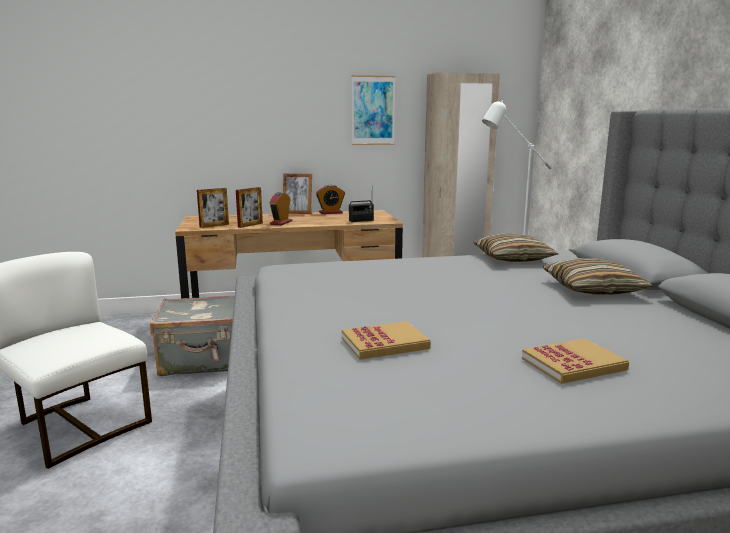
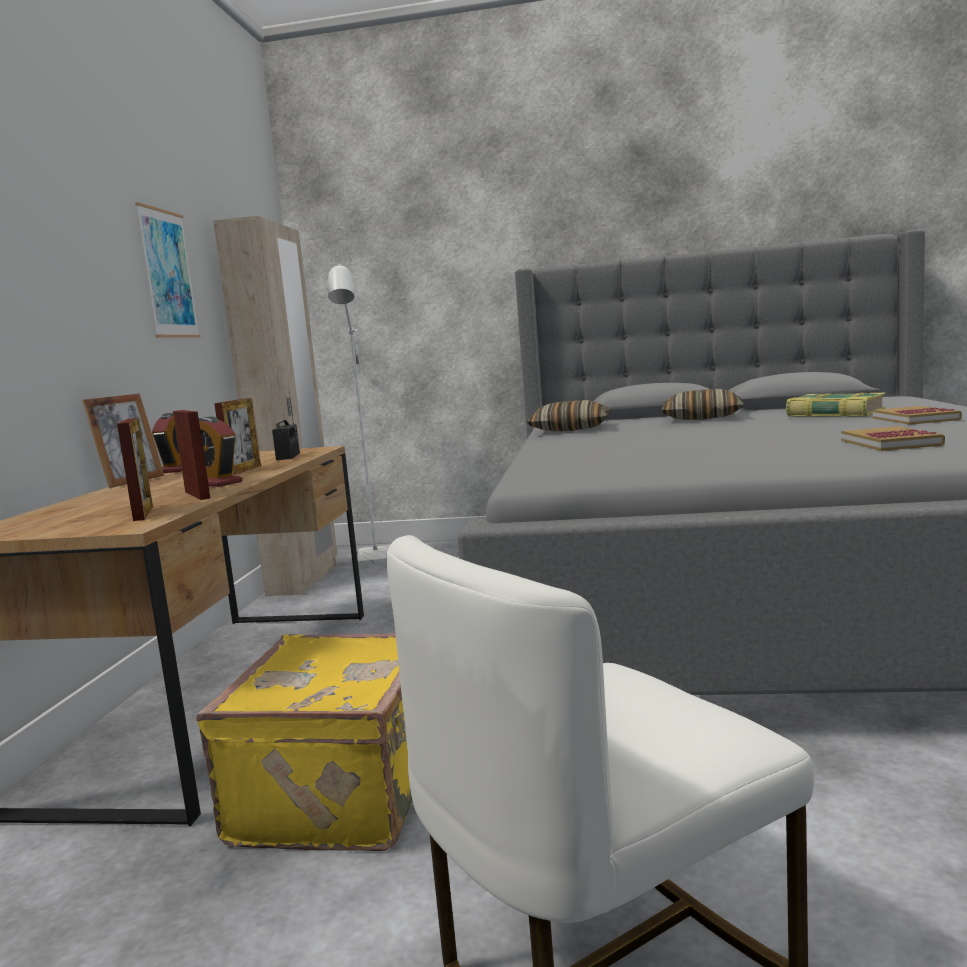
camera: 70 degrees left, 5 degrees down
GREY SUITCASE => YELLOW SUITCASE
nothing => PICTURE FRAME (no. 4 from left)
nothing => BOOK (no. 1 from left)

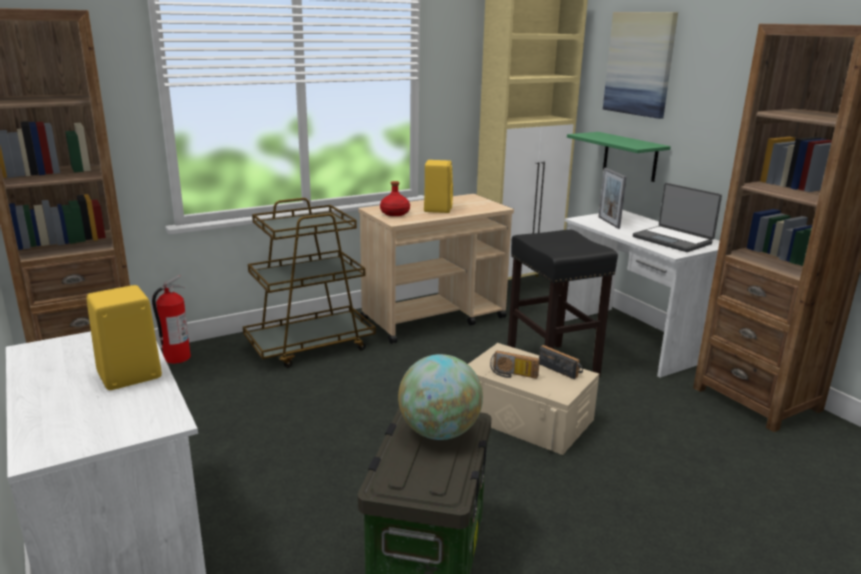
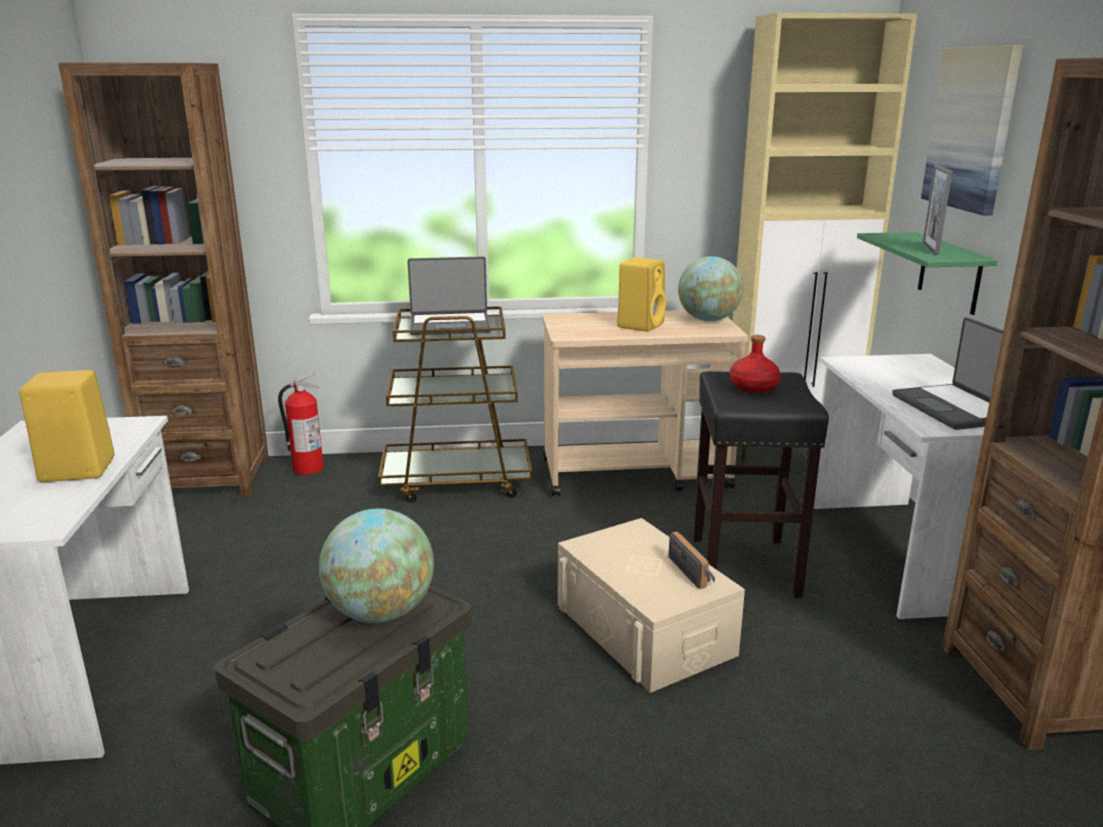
camera: 25 degrees right, 0 degrees up
RED BOTTLE, relocated
RADIO (no. 1 from left) => nothing
PICTURE FRAME, relocated
nothing => LAPTOP (no. 1 from left)
nothing => GLOBE (no. 2 from left)

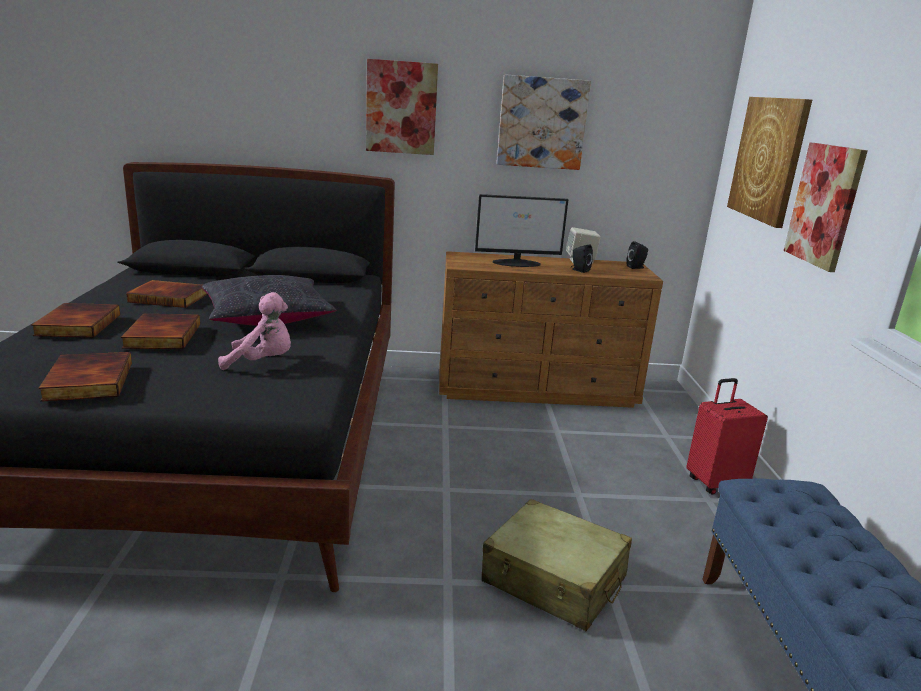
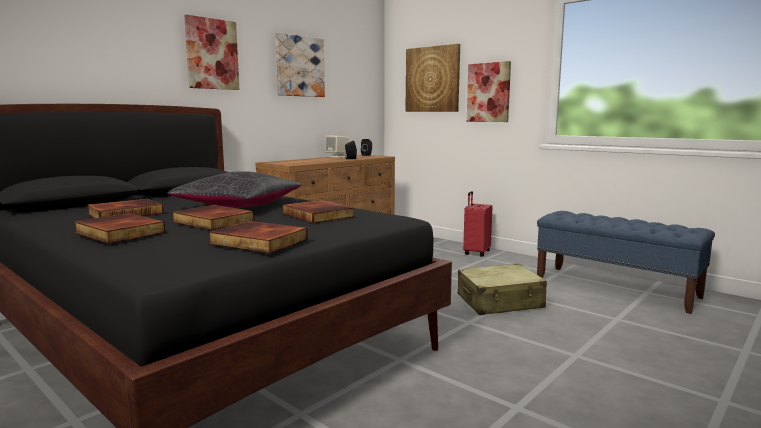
camera: 45 degrees left, 10 degrees down
PINK PLUSH TOY => BOOK (no. 5 from left)
MONITOR => nothing

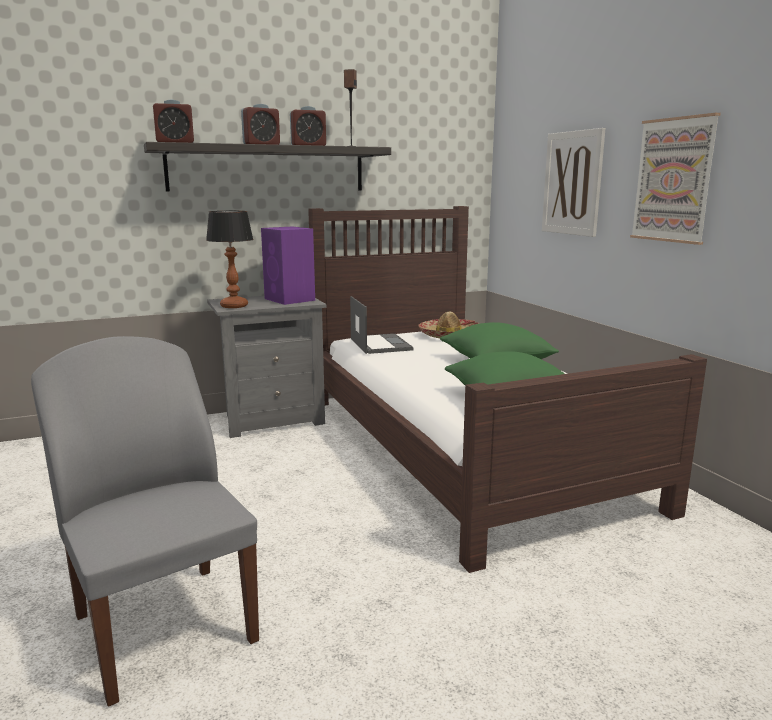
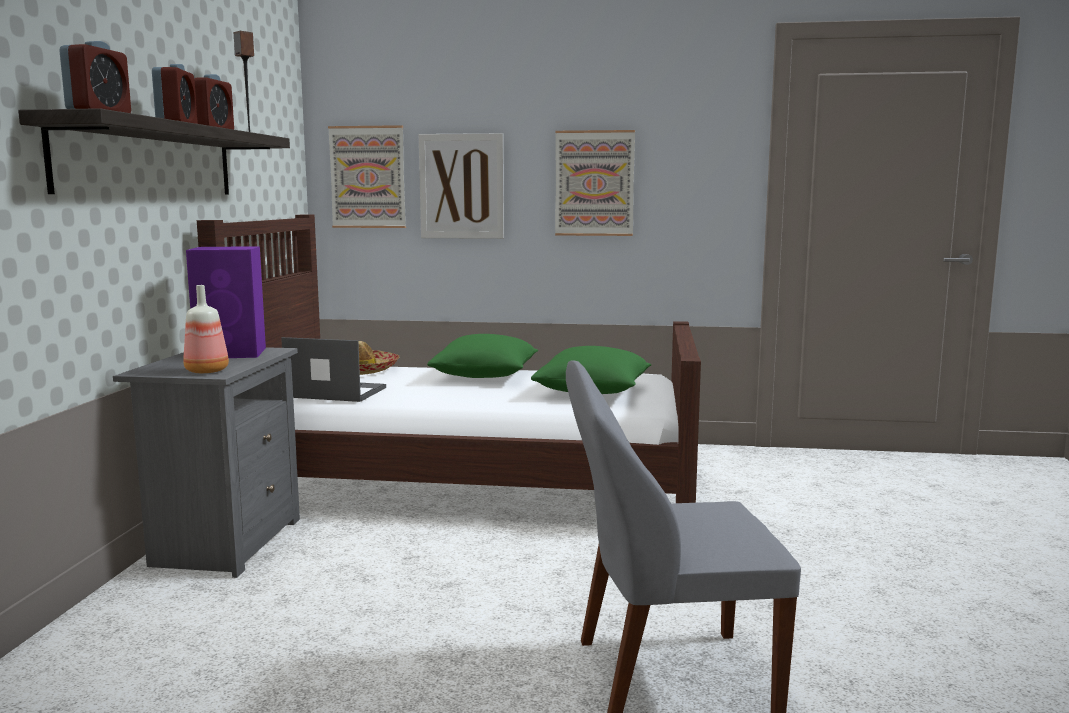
camera: 60 degrees left, 5 degrees down
TABLE LAMP => BOTTLE
nothing => PICTURE (no. 1 from left)

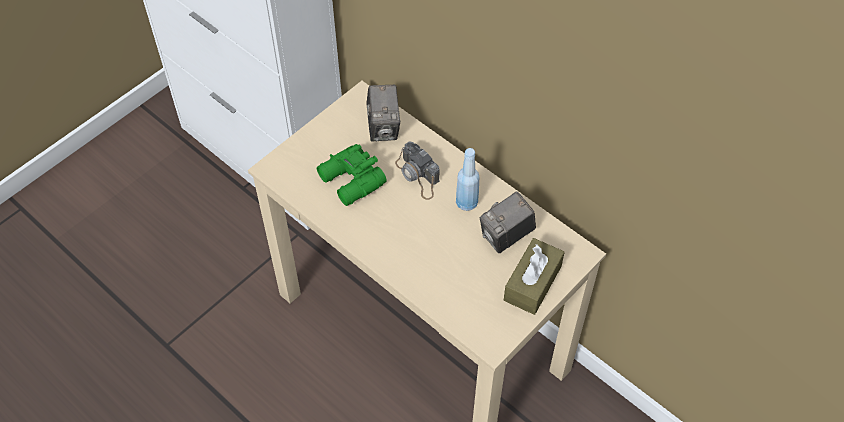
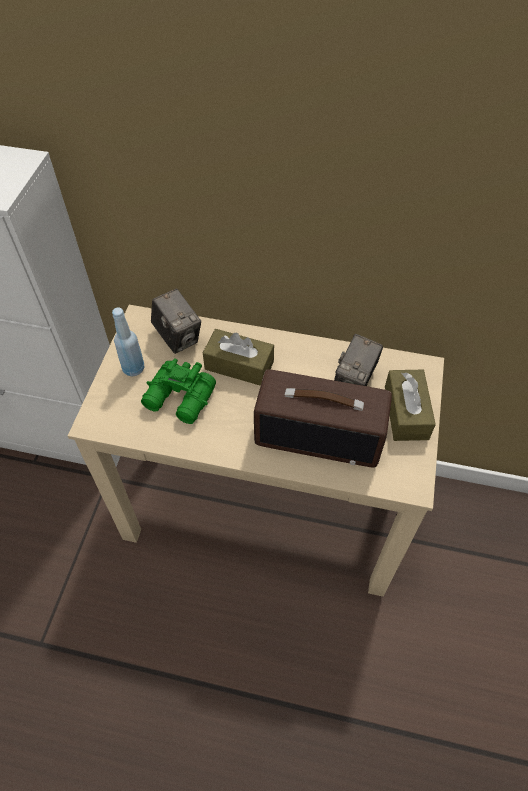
camera: 30 degrees left, 0 degrees up
PHOTO CAMERA (no. 2 from left) => BROWN TISSUE BOX (no. 1 from left)
BLUE BOTTLE, relocated
nothing => RADIO

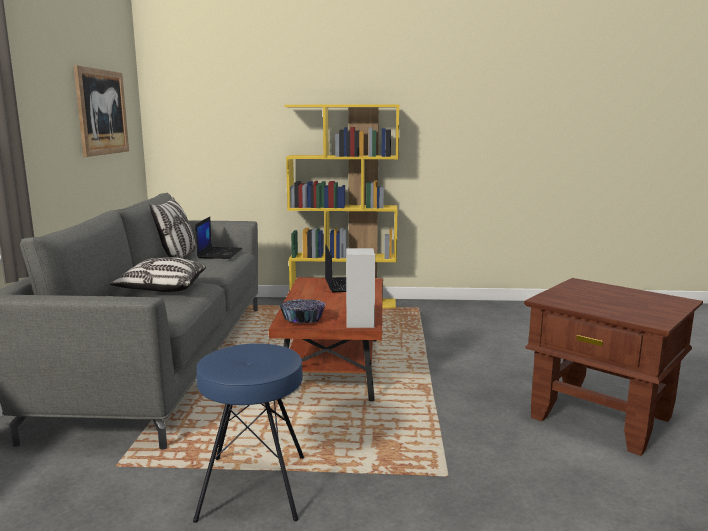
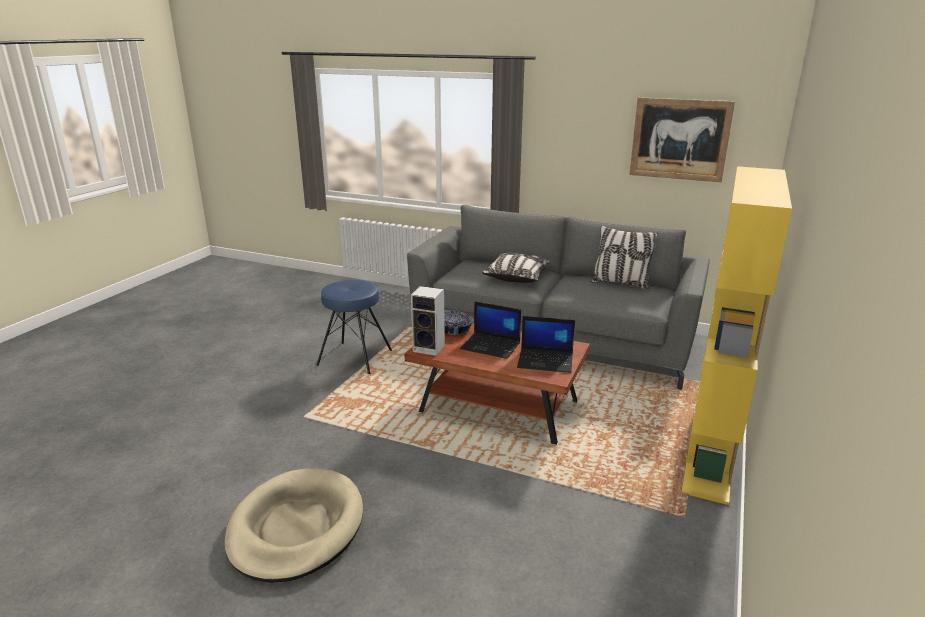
camera: 110 degrees right, 10 degrees up
LAPTOP (no. 1 from left), relocated
BROWN SIDE TABLE => BEIGE DOG BED

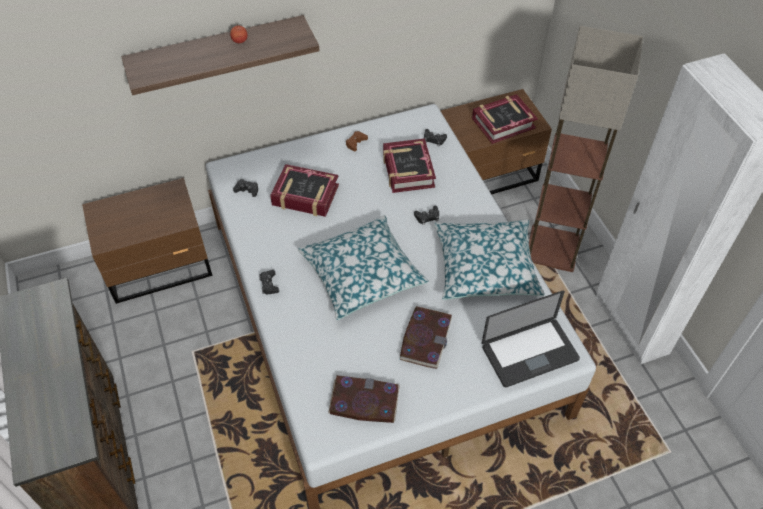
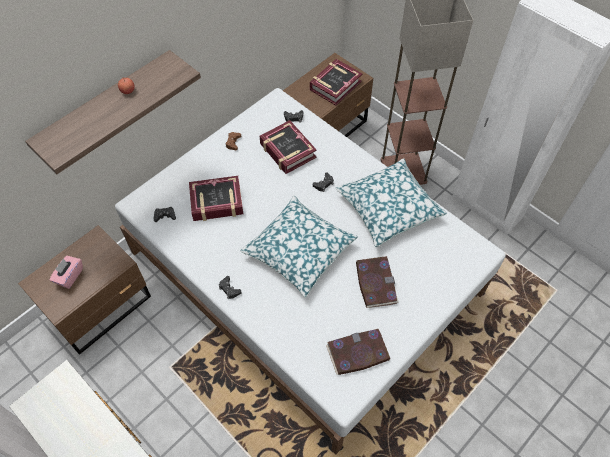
camera: 25 degrees left, 5 degrees up
LAPTOP => nothing
nothing => PINK TISSUE BOX

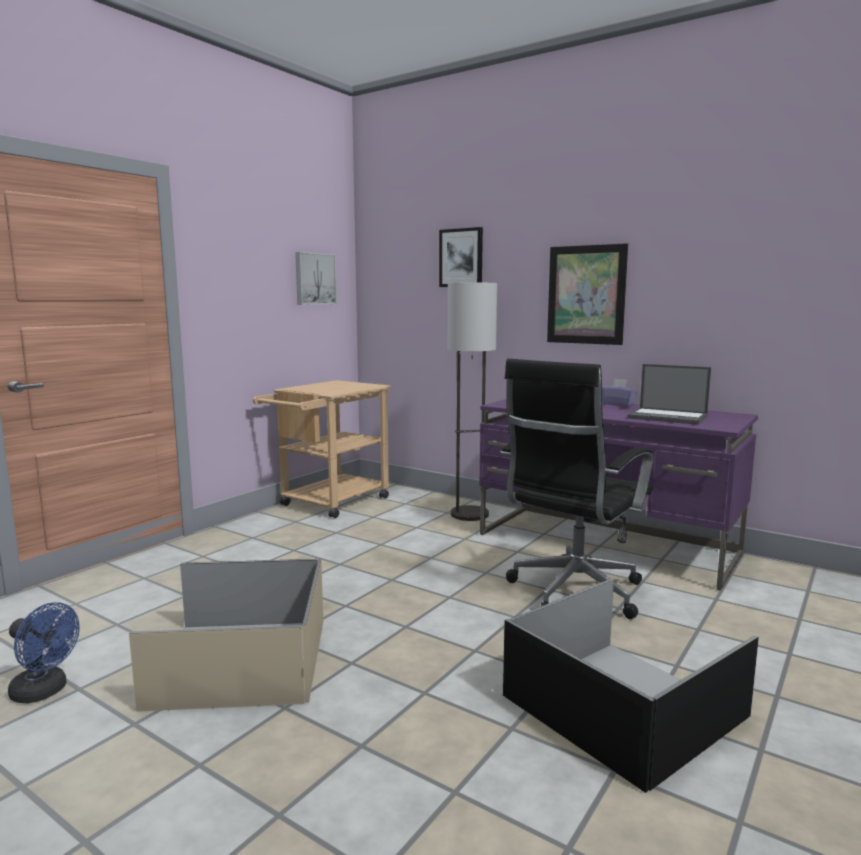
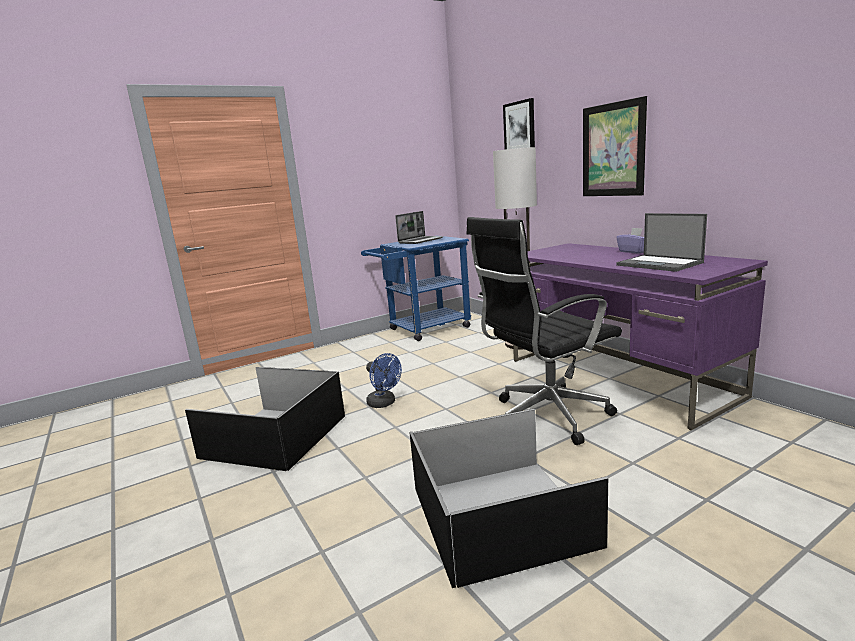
camera: 25 degrees right, 5 degrees up
BLUE FAN, relocated
BEIGE STORAGE BOX => BLACK STORAGE BOX (no. 1 from left)
BEIGE CART => BLUE CART
PICTURE (no. 1 from left) => nothing
nothing => LAPTOP (no. 1 from left)

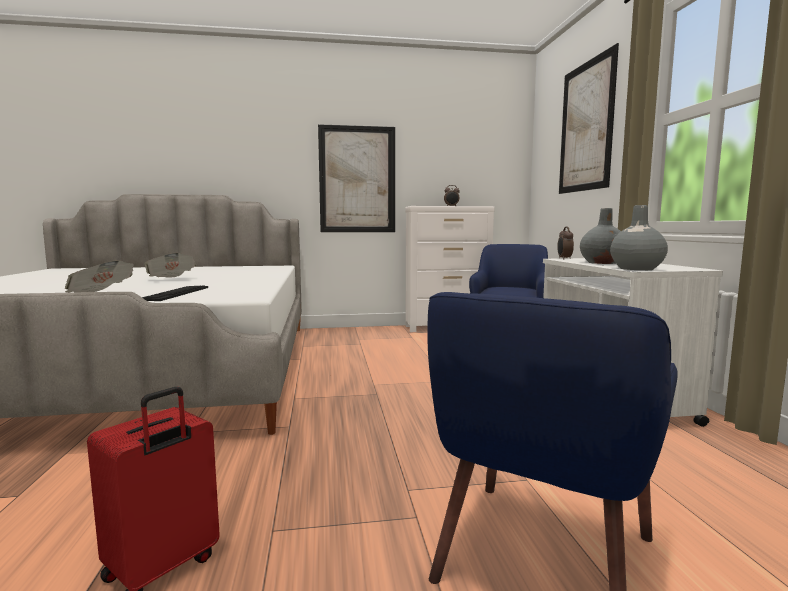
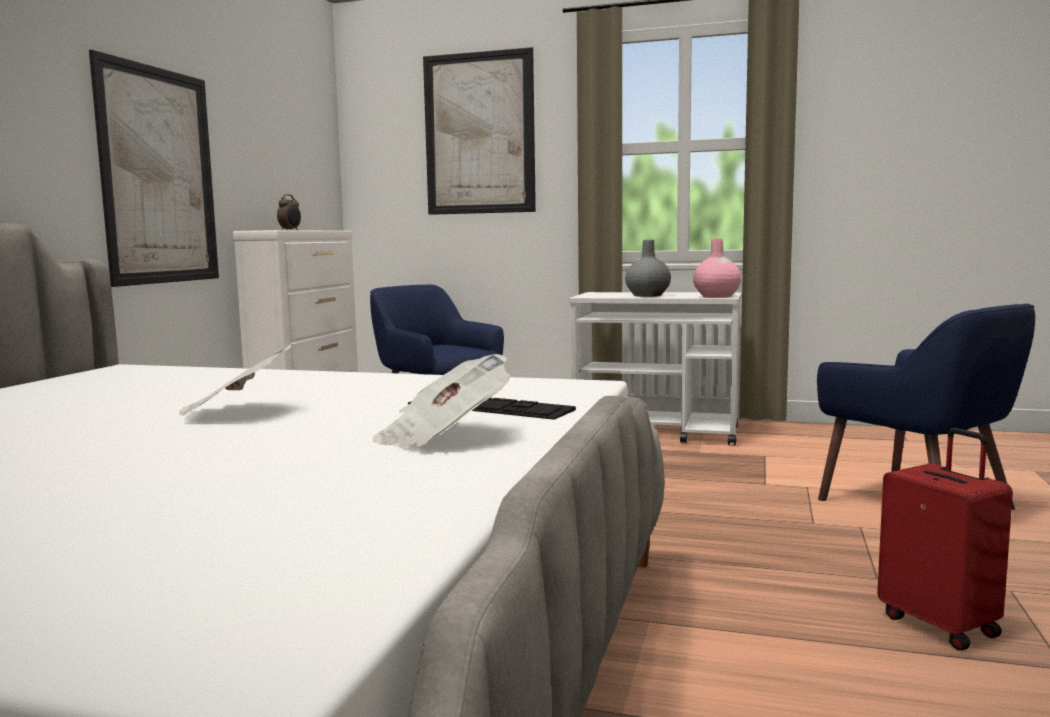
camera: 65 degrees left, 0 degrees up
ALARM CLOCK (no. 2 from left) => nothing
GREY VASE (no. 2 from left) => PINK VASE

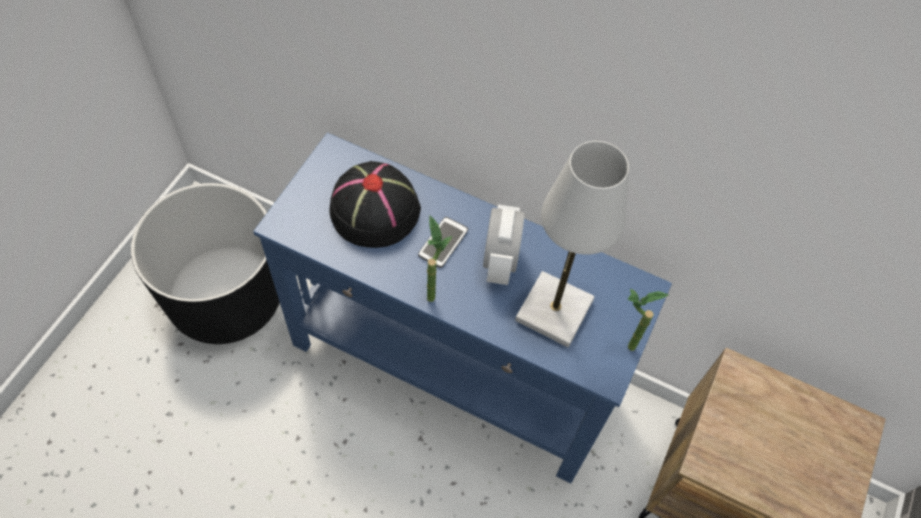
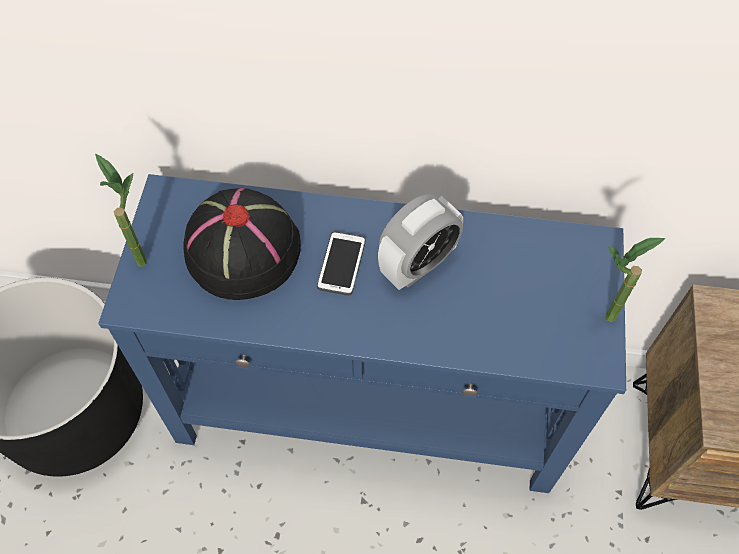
camera: 15 degrees left, 0 degrees up
POTTED PLANT (no. 1 from left), relocated
ALARM CLOCK, 60 degrees clockwise
WHITE TABLE LAMP => nothing

